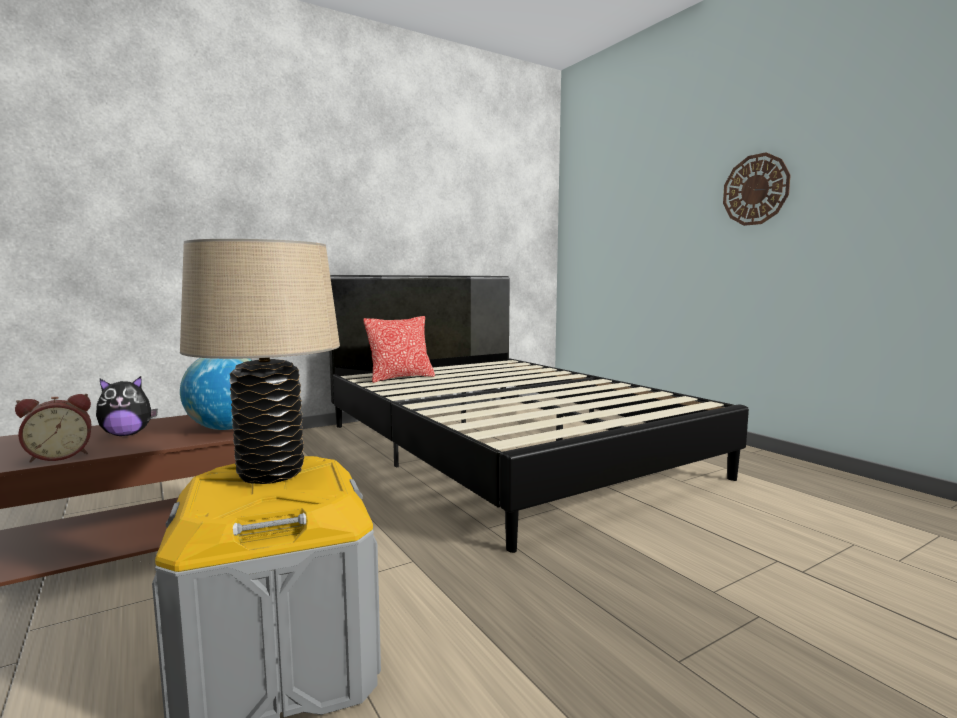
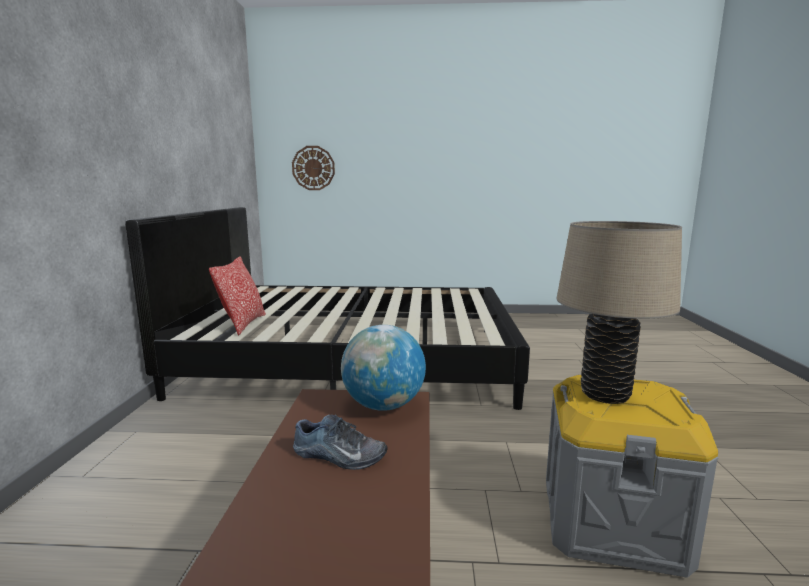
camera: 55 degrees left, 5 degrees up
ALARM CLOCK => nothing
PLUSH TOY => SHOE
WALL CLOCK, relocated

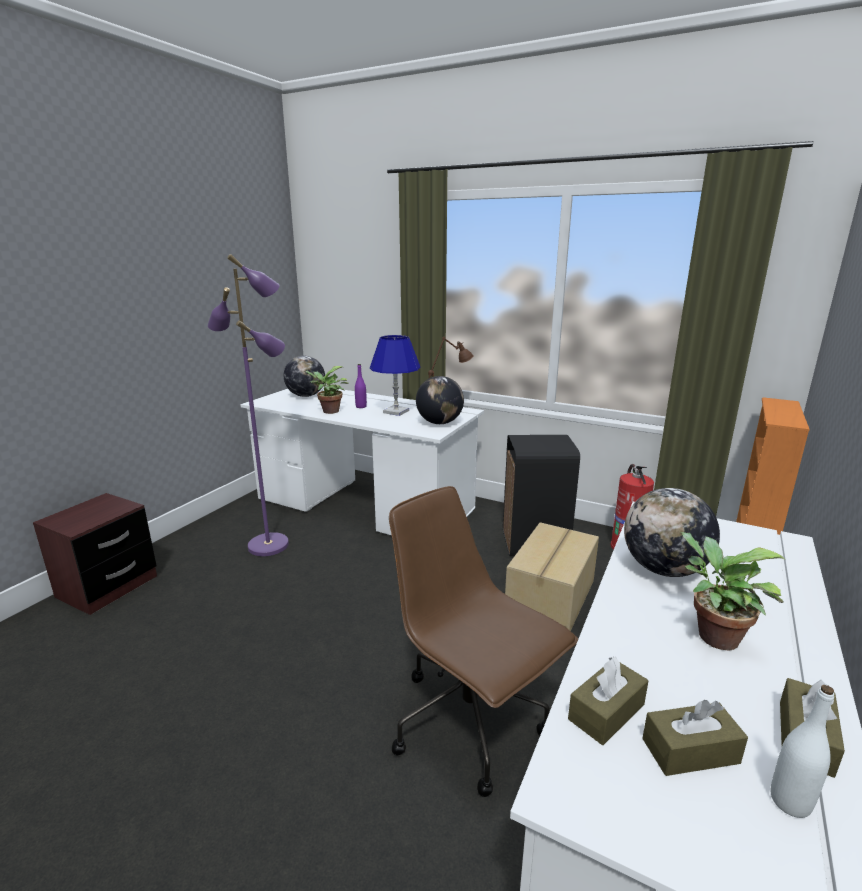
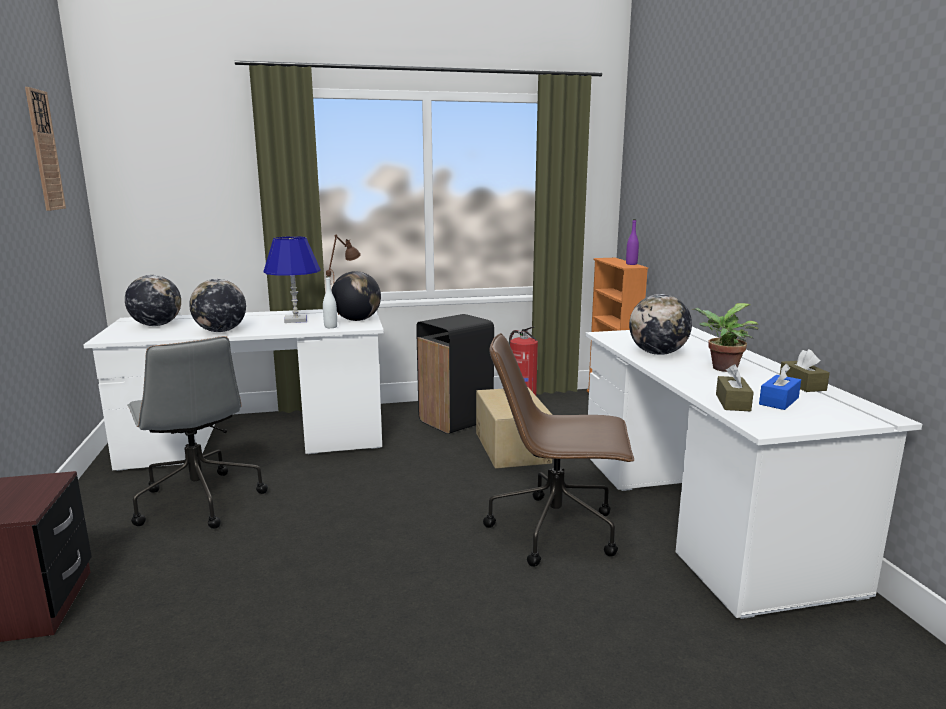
camera: 40 degrees left, 5 degrees down
PURPLE FLOOR LAMP => GREY OFFICE CHAIR
POTTED PLANT (no. 1 from left) => GLOBE (no. 2 from left)
PURPLE BOTTLE, relocated
BROWN TISSUE BOX (no. 2 from left) => BLUE TISSUE BOX
WHITE BOTTLE, relocated
nothing => WALL CLOCK

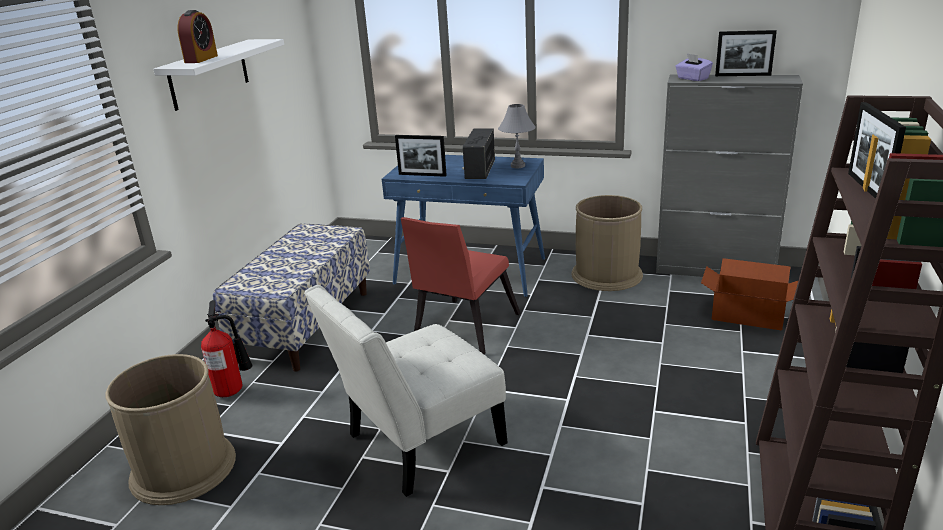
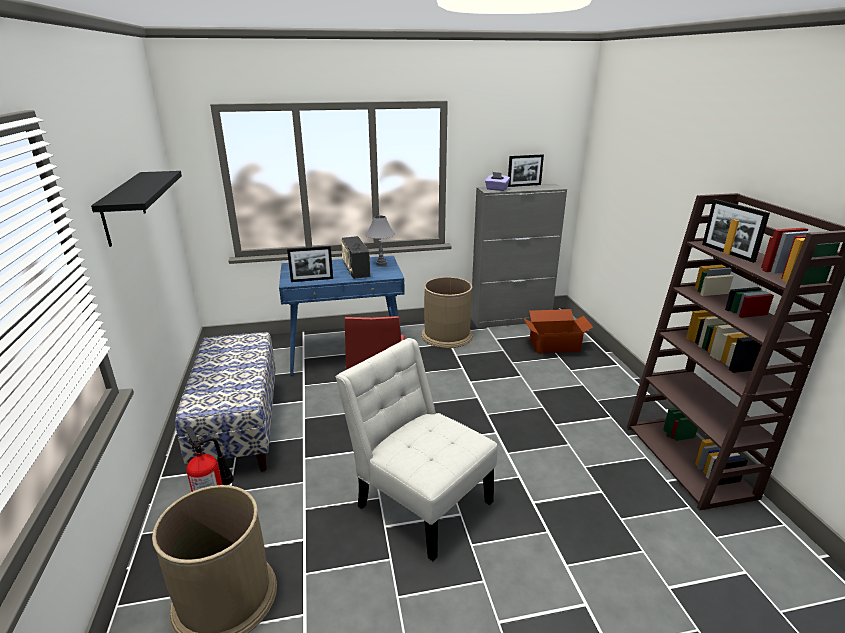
camera: 30 degrees left, 0 degrees up
WHITE SHELF => BLACK SHELF
ALARM CLOCK => nothing
WHITE CHAIR, 105 degrees clockwise

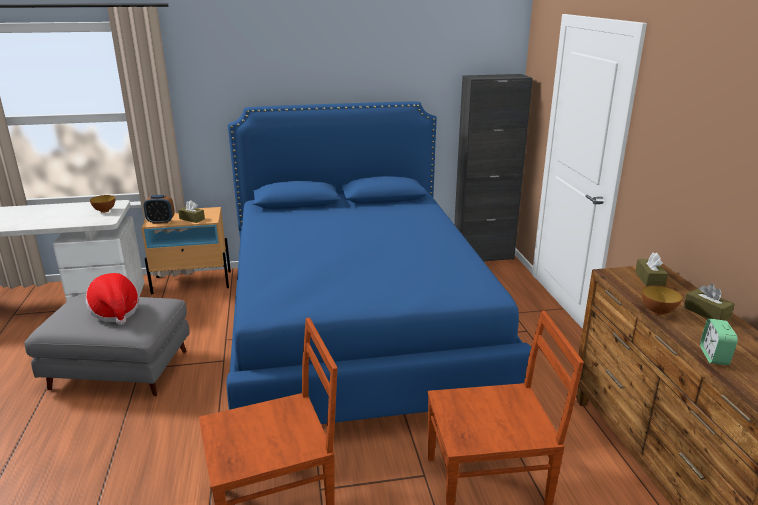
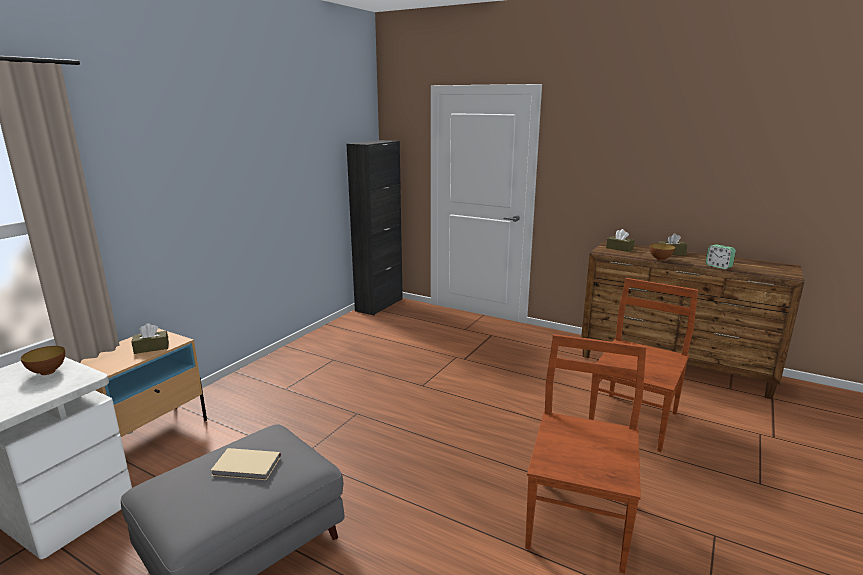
camera: 50 degrees left, 5 degrees down
HAT => BEIGE BOOK
ALARM CLOCK (no. 1 from left) => nothing
BLUE BED => nothing

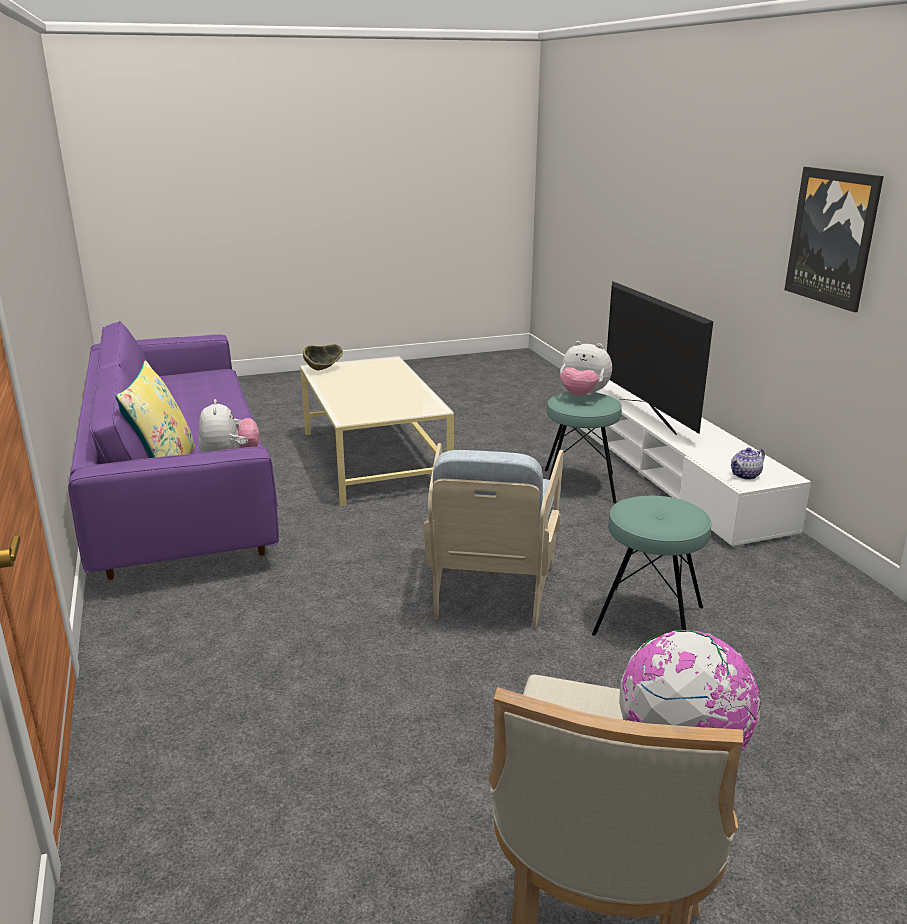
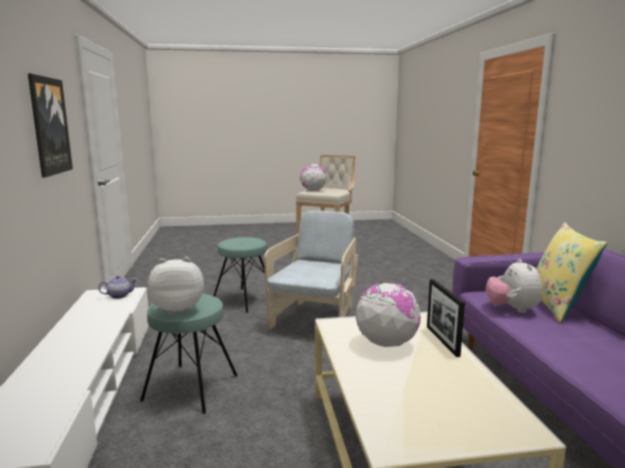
camera: 170 degrees left, 10 degrees down
BOWL => nothing
PLUSH TOY (no. 2 from left in the first image) => PLUSH TOY (no. 1 from left), 45 degrees counterclockwise
TELEVISION => nothing
nothing => GLOBE (no. 2 from left)
nothing => PICTURE FRAME

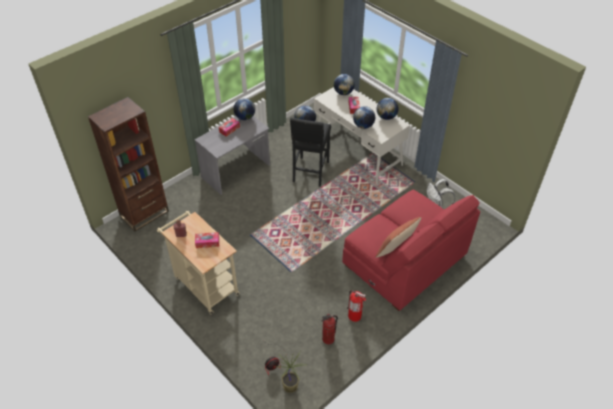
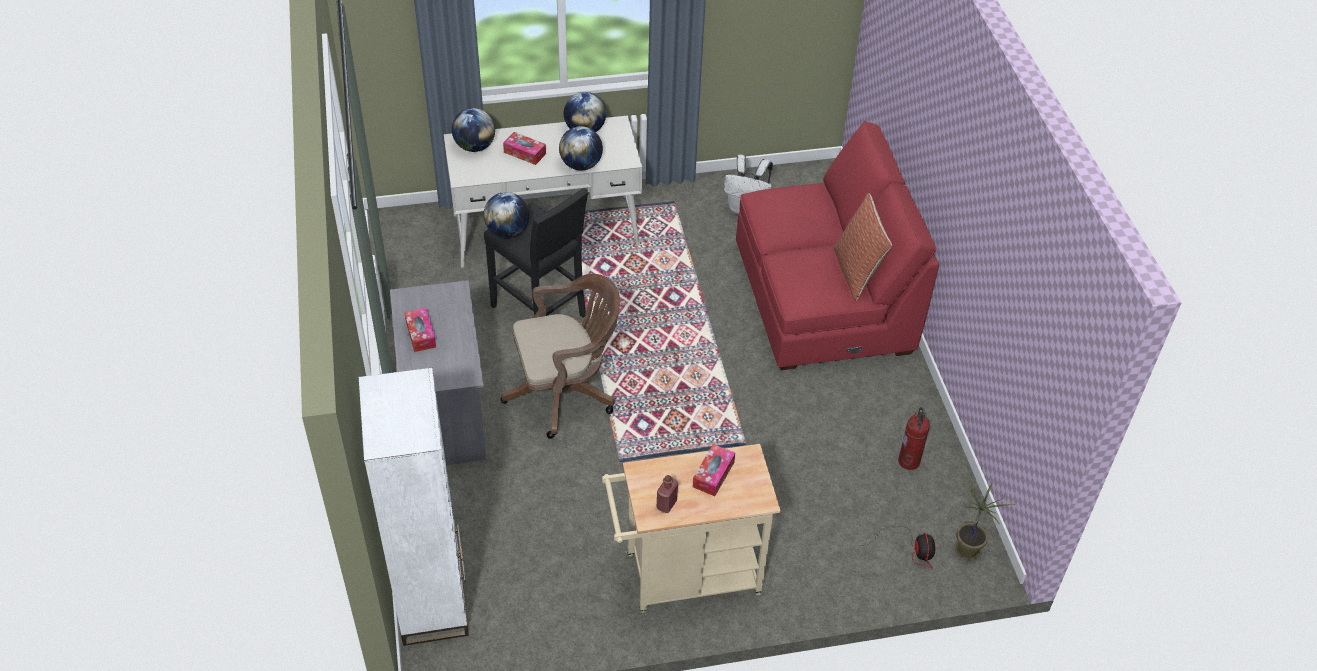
camera: 60 degrees left, 0 degrees up
BROWN BOOKCASE => WHITE BOOKCASE
GLOBE (no. 1 from left) => nothing
FIRE EXTINGUISHER (no. 2 from left) => nothing
nothing => BROWN OFFICE CHAIR

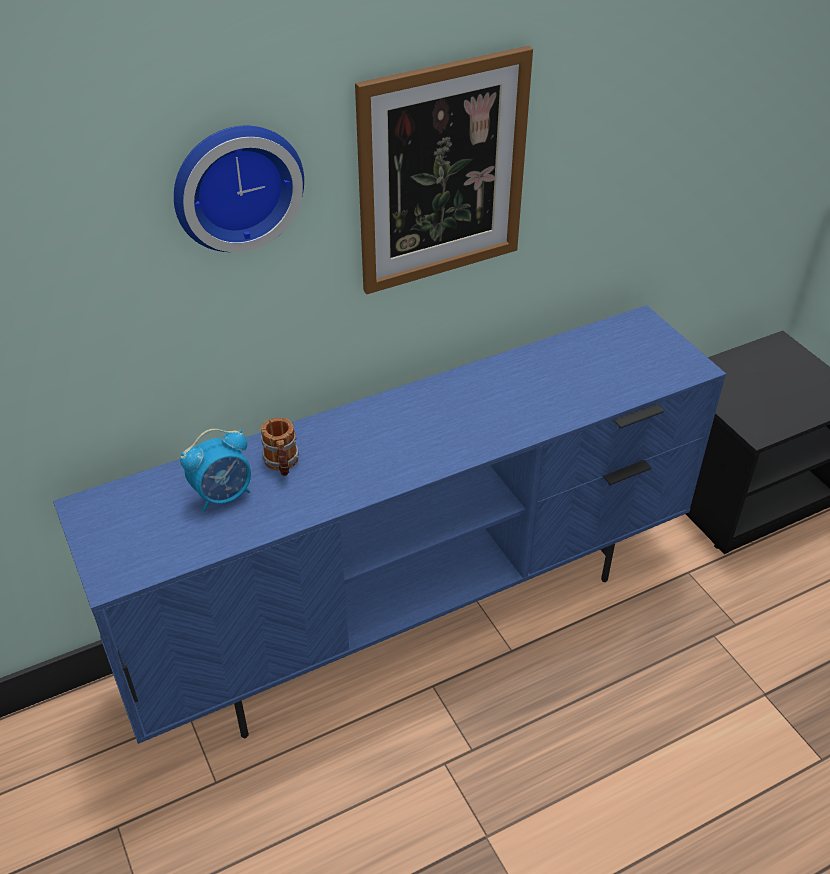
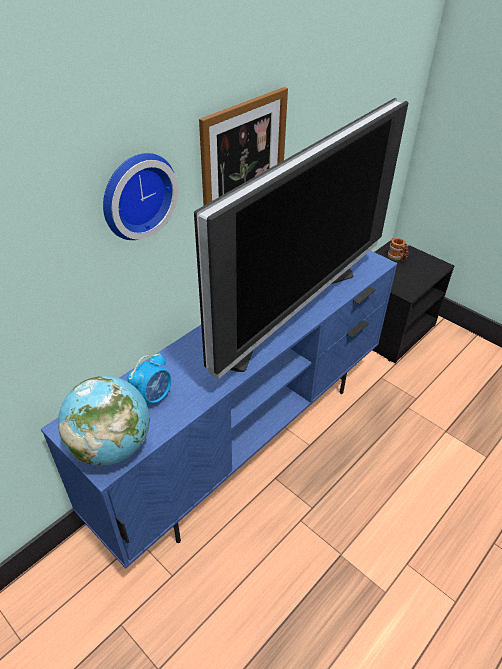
camera: 20 degrees left, 0 degrees up
MUG, relocated
nothing => GLOBE
nothing => TELEVISION

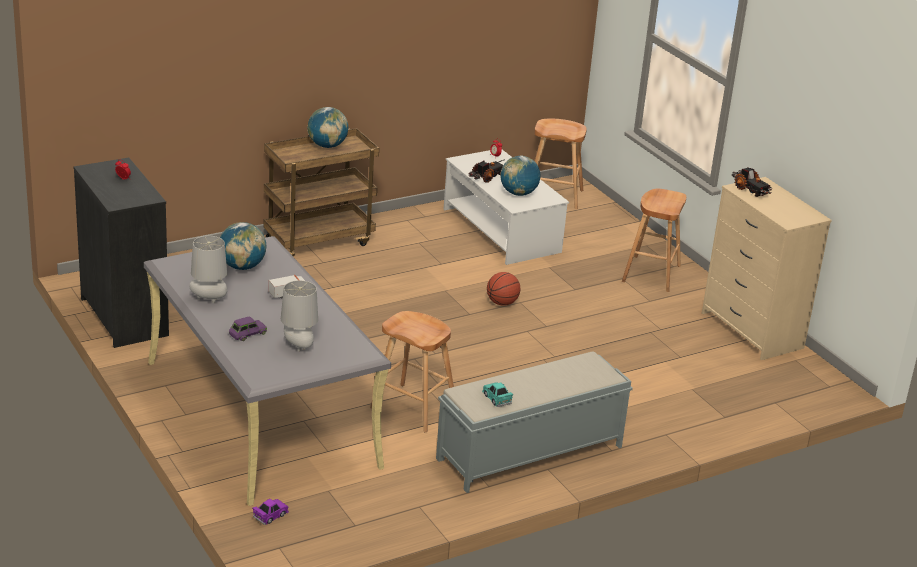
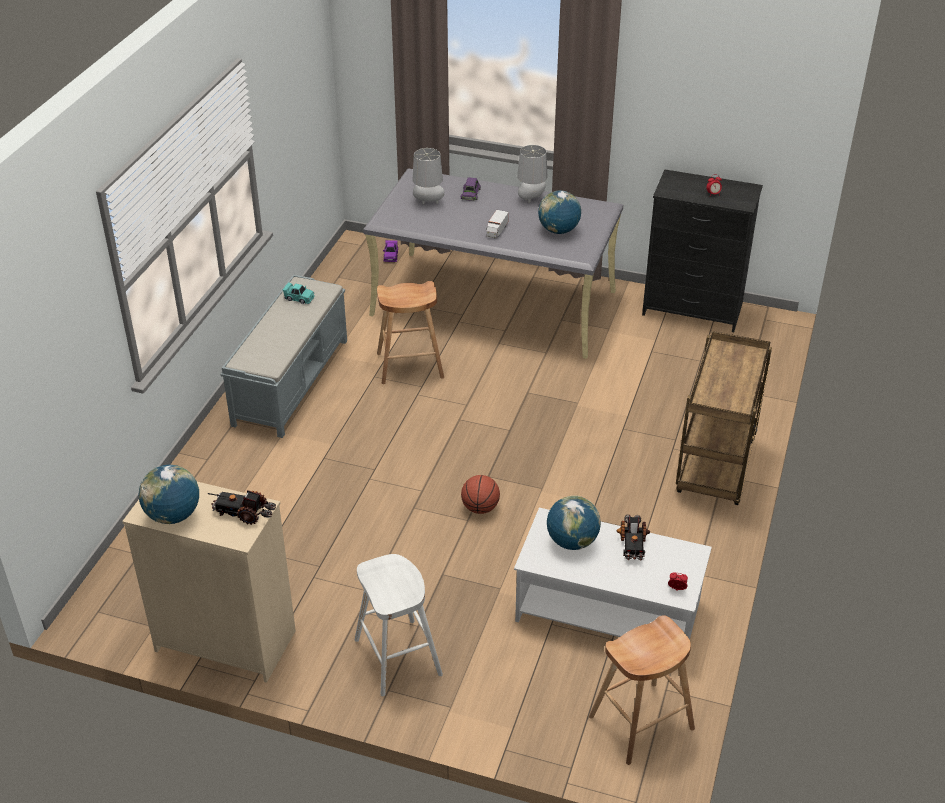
camera: 140 degrees right, 10 degrees up
GLOBE (no. 2 from left in the first image) => GLOBE (no. 1 from left), relocated
BROWN STOOL (no. 3 from left) => WHITE STOOL

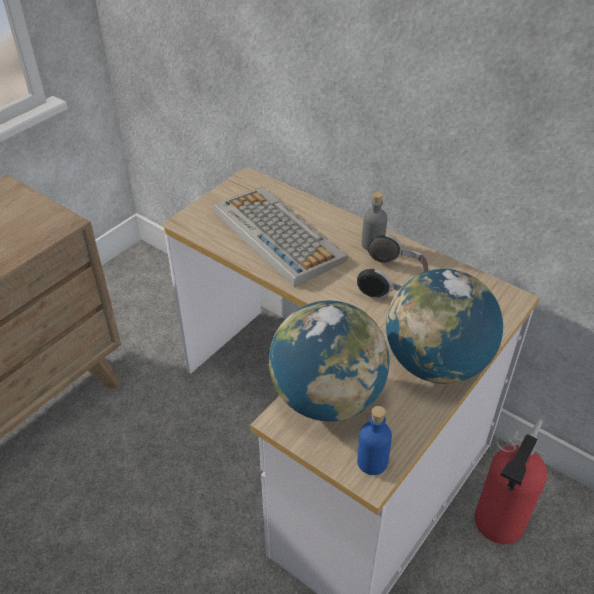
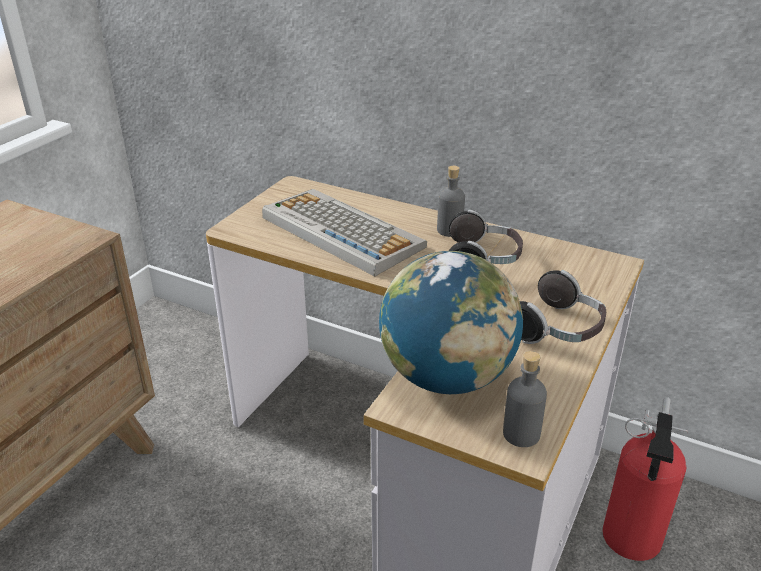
camera: 10 degrees left, 10 degrees down
BLUE BOTTLE => GREY BOTTLE (no. 2 from left)
GLOBE (no. 2 from left) => HEADPHONES (no. 2 from left)

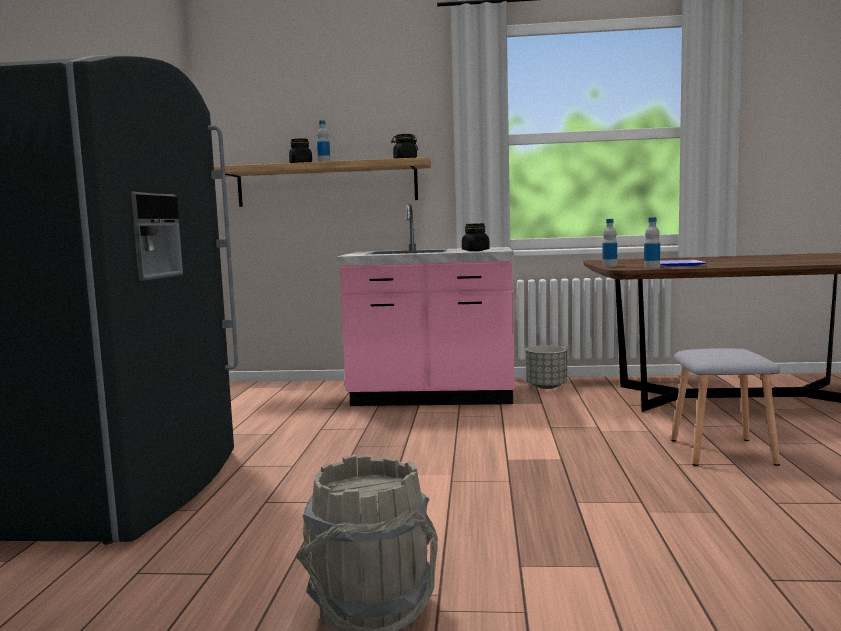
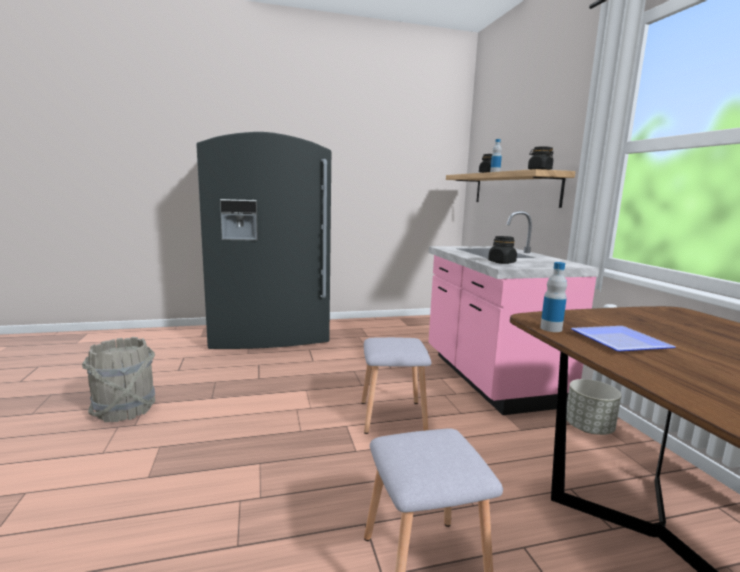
camera: 70 degrees right, 5 degrees up
BOTTLE (no. 2 from left) => nothing
nothing => GREY STOOL (no. 1 from left)

